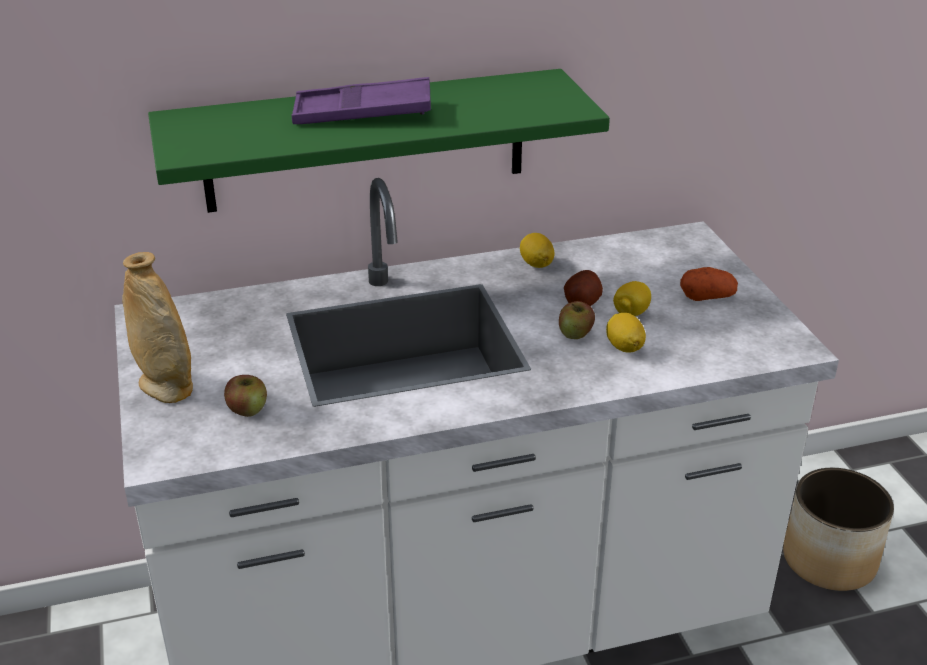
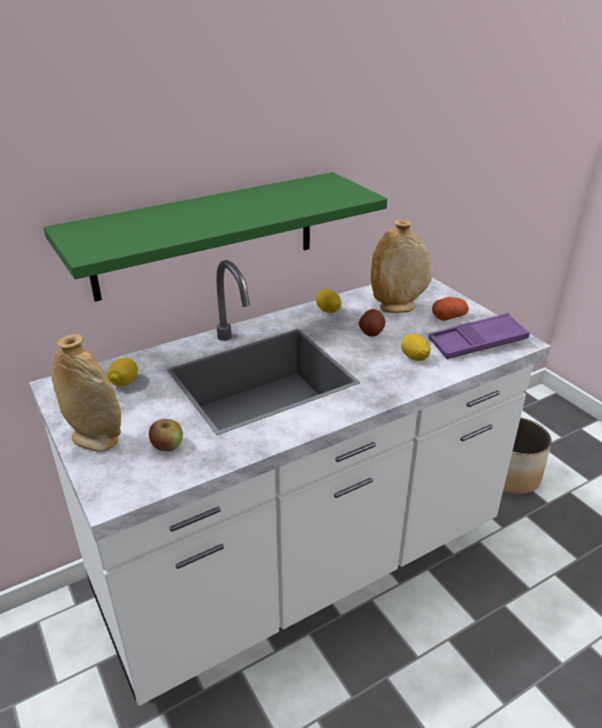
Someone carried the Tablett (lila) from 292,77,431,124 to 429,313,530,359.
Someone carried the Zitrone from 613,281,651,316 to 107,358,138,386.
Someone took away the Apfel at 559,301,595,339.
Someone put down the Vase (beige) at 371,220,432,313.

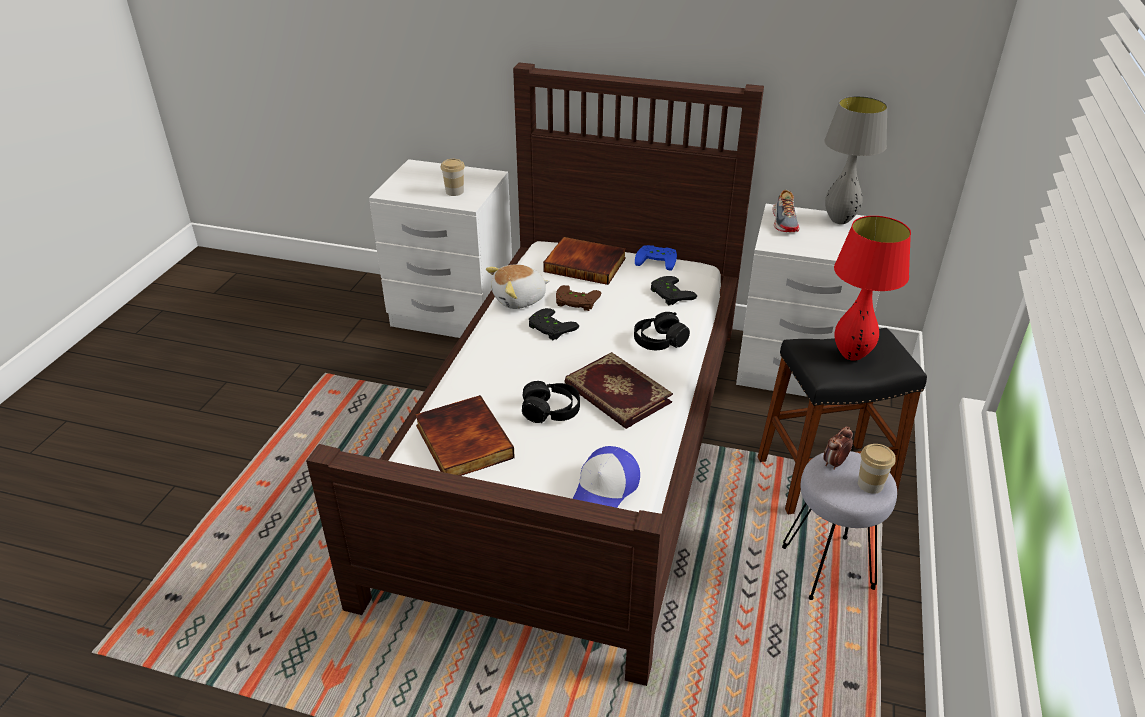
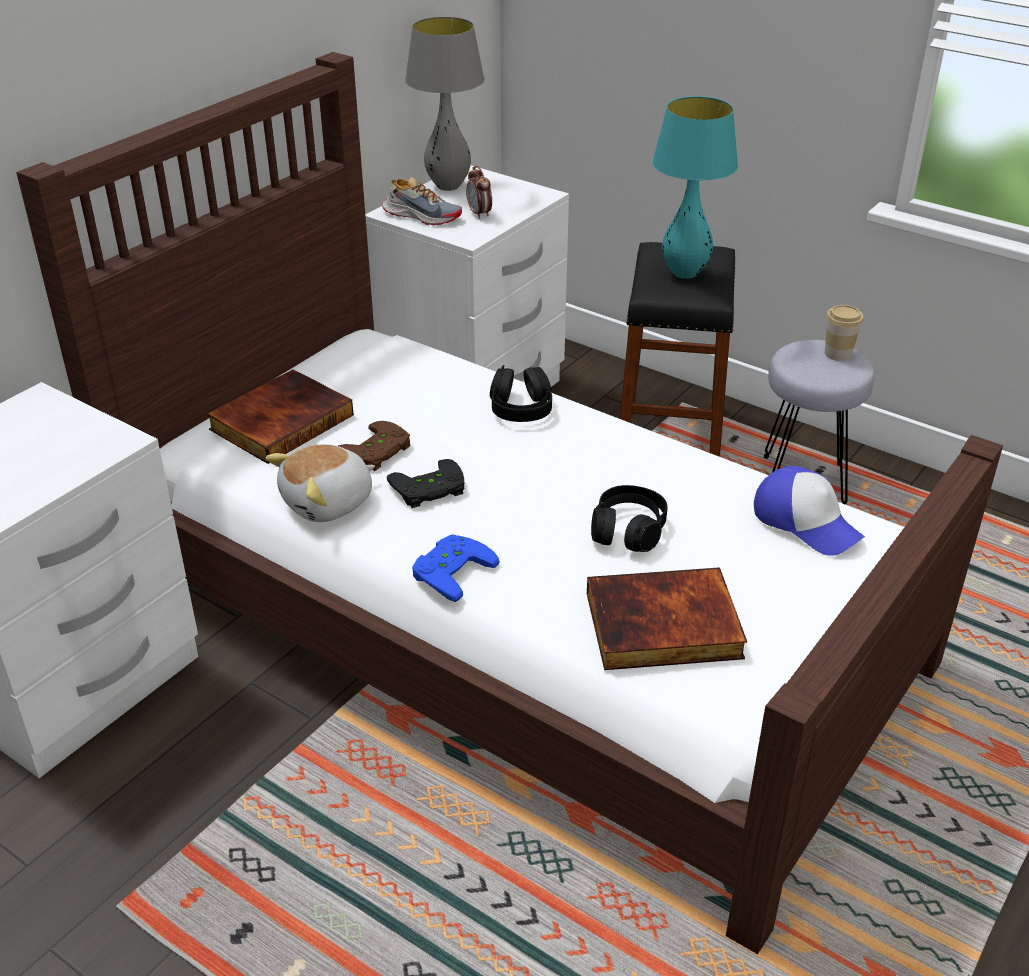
Someone took away the Tasse at 441,159,465,196.
Someone repainted the Tischlampe (rot) at 834,216,911,361, which became the Tischlampe (türkis) at 652,96,738,279.
Someone carried the Gamepad (blau) from 635,245,677,271 to 412,534,500,602.
Someone rotated the Plüschtier at 486,264,549,309 by 60 degrees clockwise.
Someone took away the Gamepad (schwarz) at 651,276,697,305.
Someone took away the Buch at 564,352,673,429.
Someone carried the Wecker from 823,426,853,470 to 466,166,492,219.

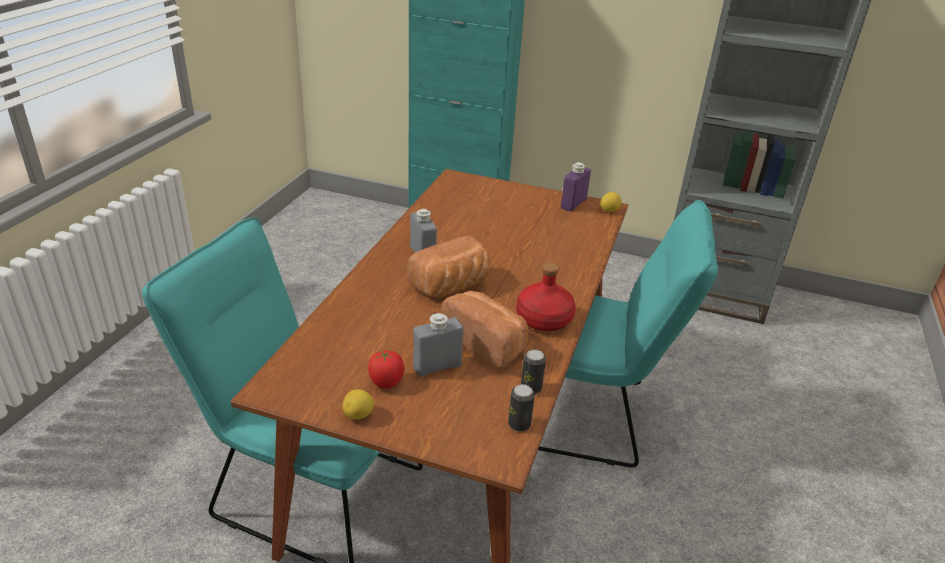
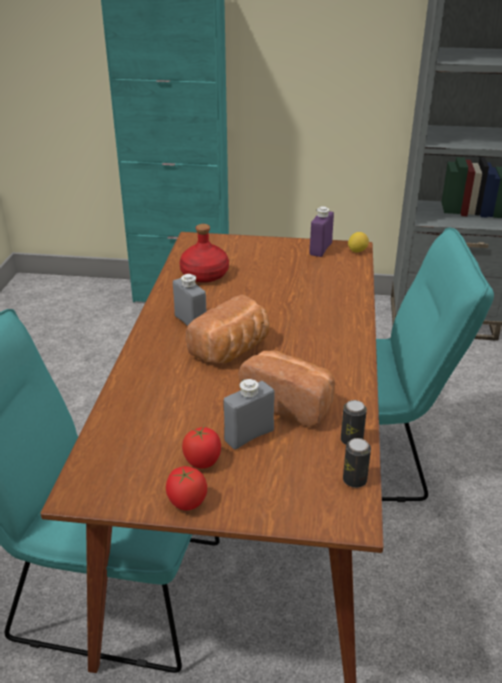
Someone carried the Flasche (rot) from 516,262,576,331 to 179,224,229,283.
Someone swapped the Zitrone at 342,389,374,420 for the Tomate at 166,466,207,510.

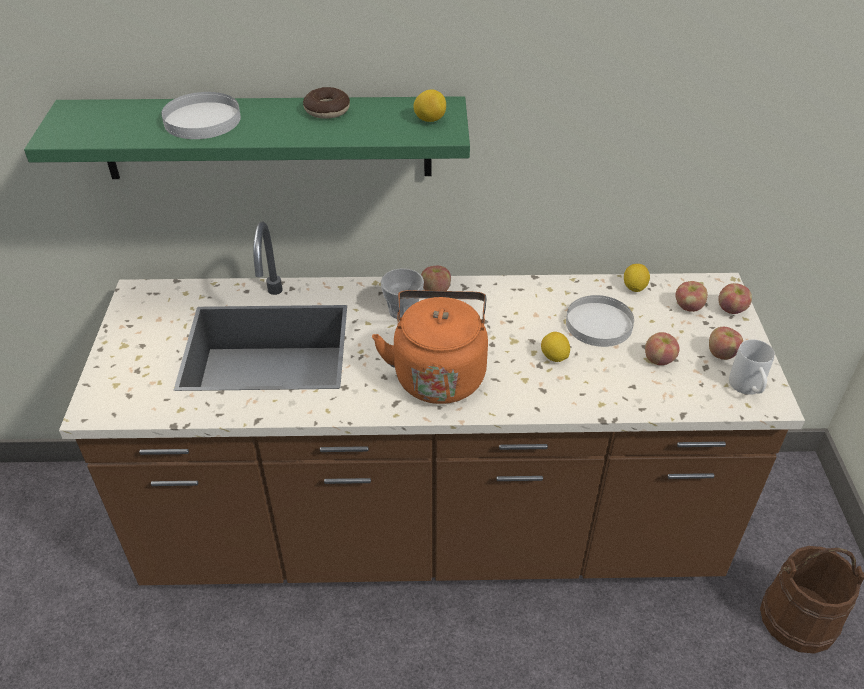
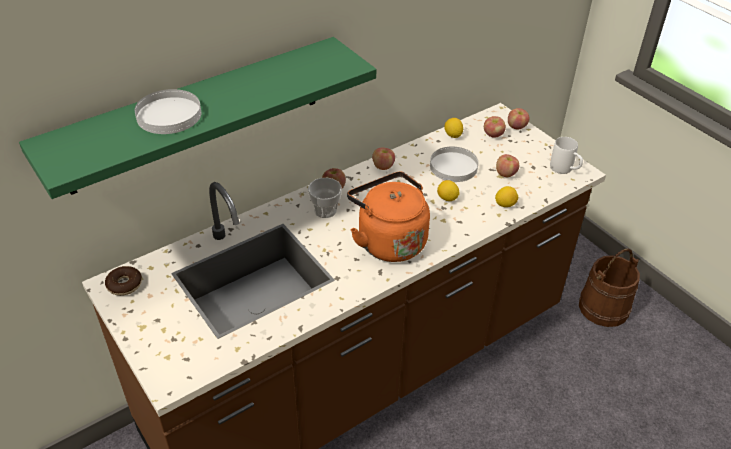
Someone carried the Donut from 303,87,350,119 to 105,266,142,296.
Someone carried the Zitrone from 413,89,446,122 to 495,186,518,207.
Someone carried the Apfel from 709,327,743,360 to 372,148,395,170.

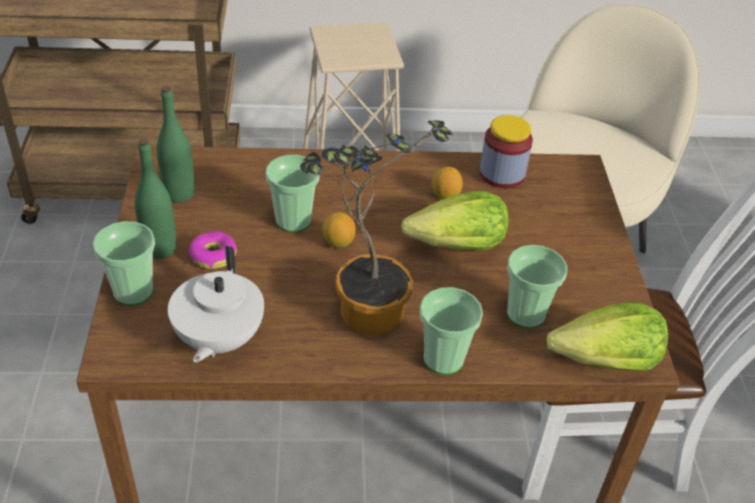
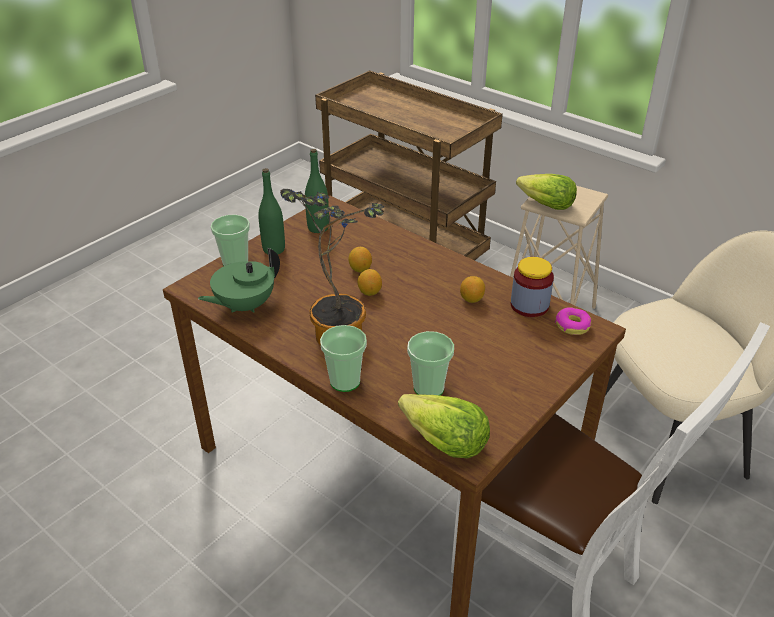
Someone swapped the Tasse at 266,155,320,232 for the Zitrone at 348,247,372,272.
Someone carried the Salatkopf from 401,191,509,251 to 516,174,577,210.
Someone carried the Donut from 189,231,237,269 to 555,307,591,335.
Someone repainted the Teekanne (weiß) at 168,246,264,363, which became the Teekanne (grün) at 198,248,280,313.

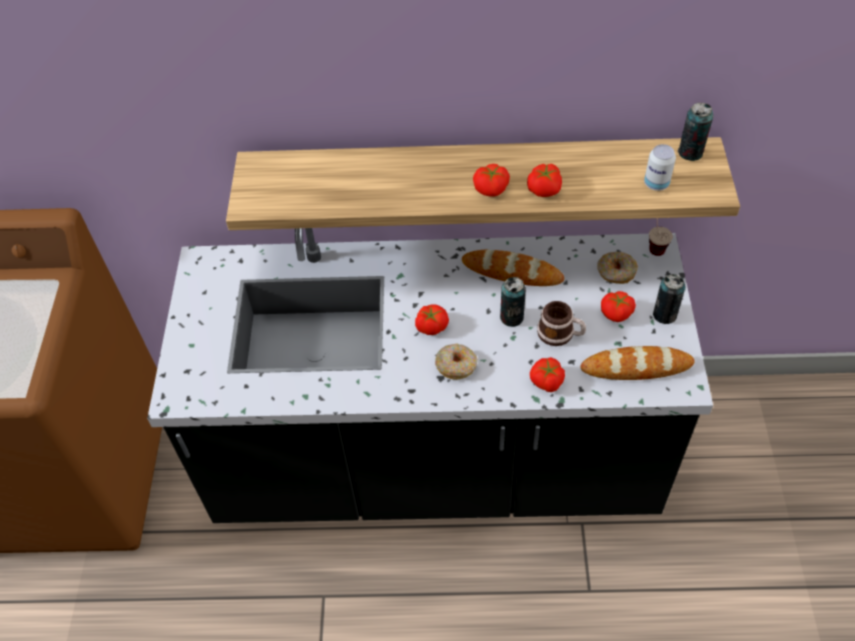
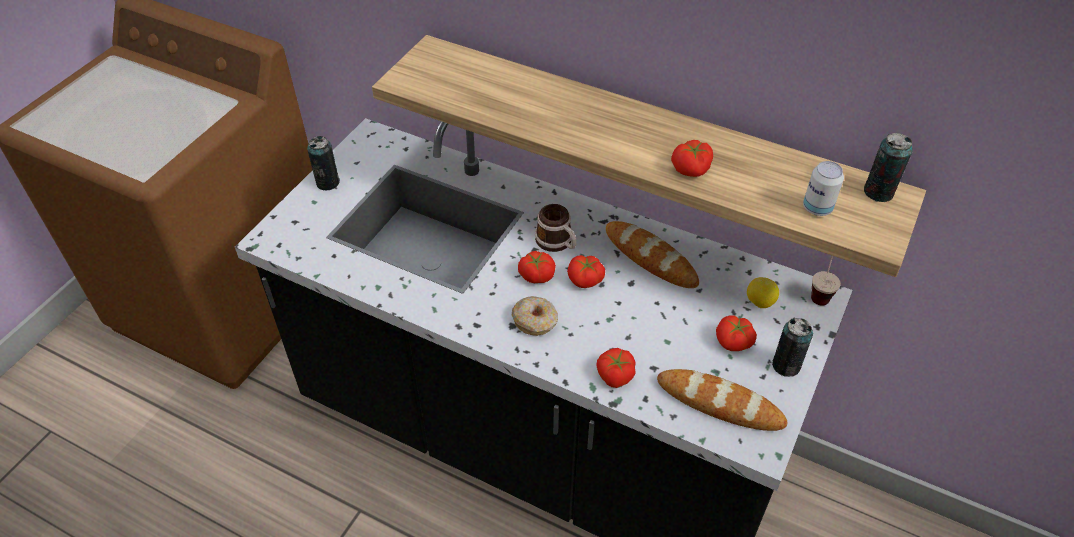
Someone carried the Tomate from 473,164,510,197 to 567,255,605,288.
Someone swapped the Donut at 598,252,638,284 for the Zitrone at 747,277,779,308.
Someone carried the Dose from 500,277,526,327 to 307,136,340,191.
Someone carried the Henkelbecher from 537,301,586,346 to 535,204,576,252.

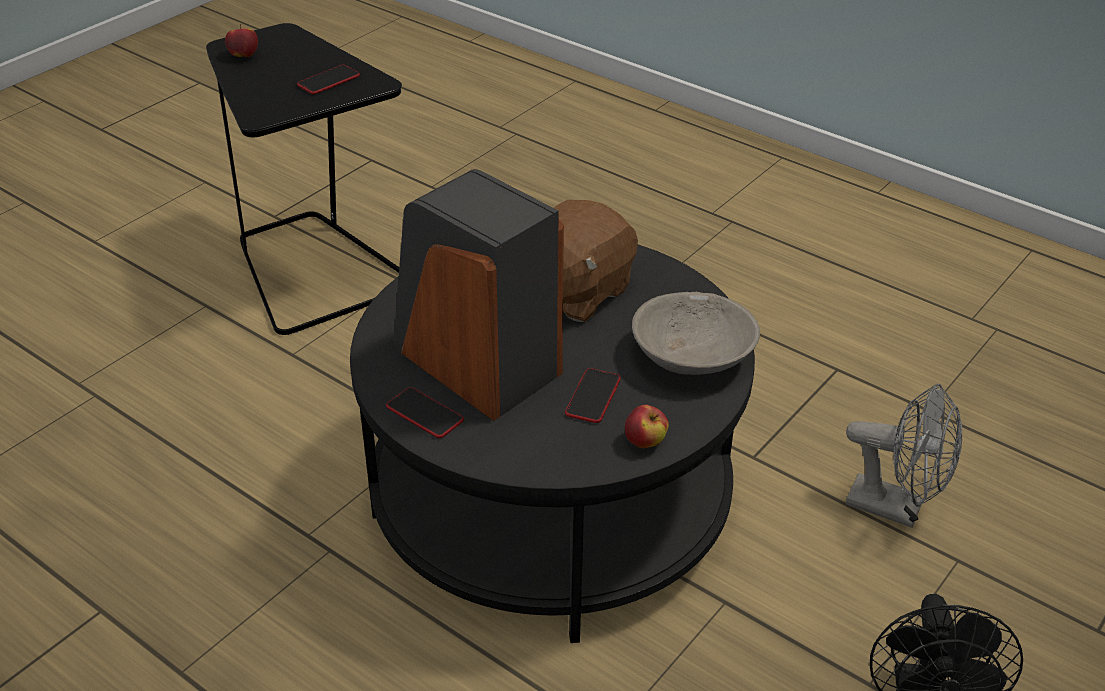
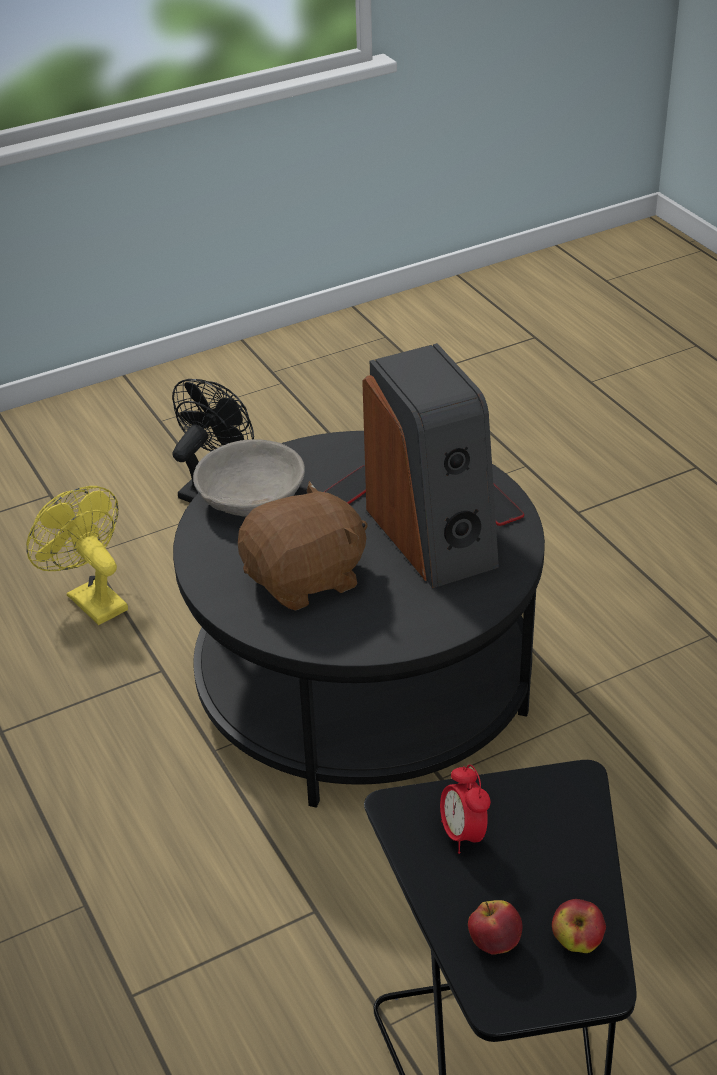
Someone swapped the Handy at 297,65,360,94 for the Wecker at 440,764,491,854.
Someone repainted the Ventilator (grau) at 846,383,962,528, which became the Ventilator (gelb) at 26,486,128,625.
Someone carried the Apfel from 625,405,669,448 to 468,900,522,955.

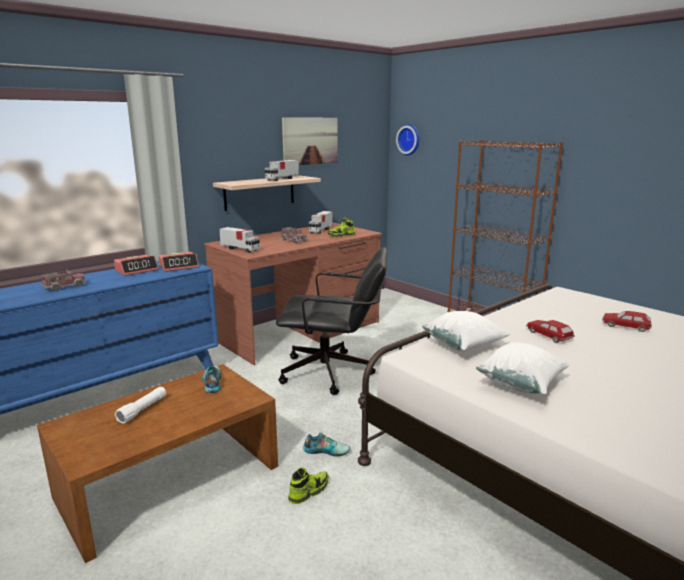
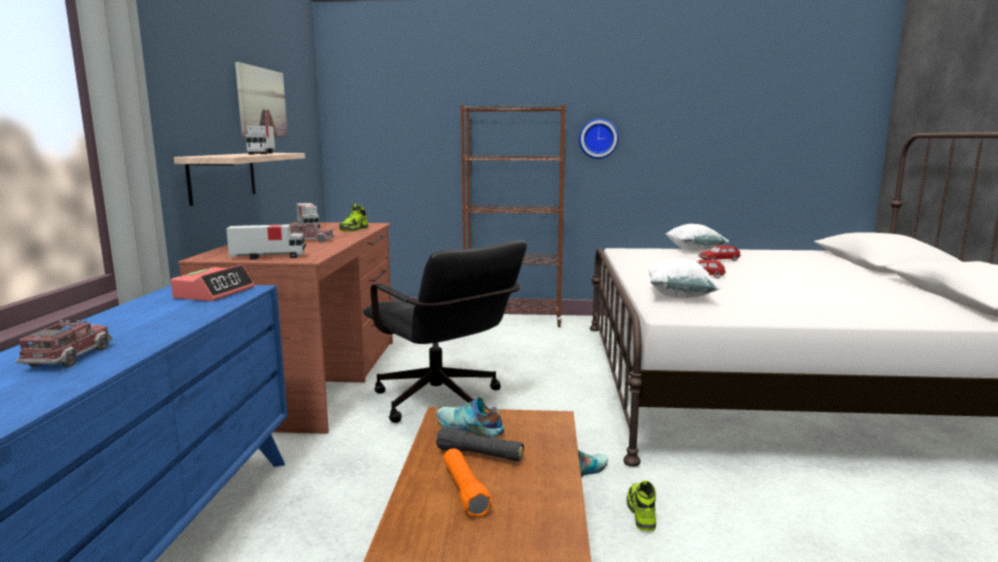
Someone carried the Wanduhr from 396,124,420,155 to 579,118,619,159.
Someone rotated the Bürostuhl (schwarz) at 276,247,388,395 by 90 degrees clockwise.
Someone took away the Wecker at 114,254,159,276.
Someone carried the Kissen (weiß) from 476,342,570,394 to 666,224,729,251.
Someone repainted the Taschenlampe (weiß) at 115,387,166,424, which became the Taschenlampe (orange) at 444,448,492,517.
Someone put down the Taschenlampe (schwarz) at 436,426,524,461.

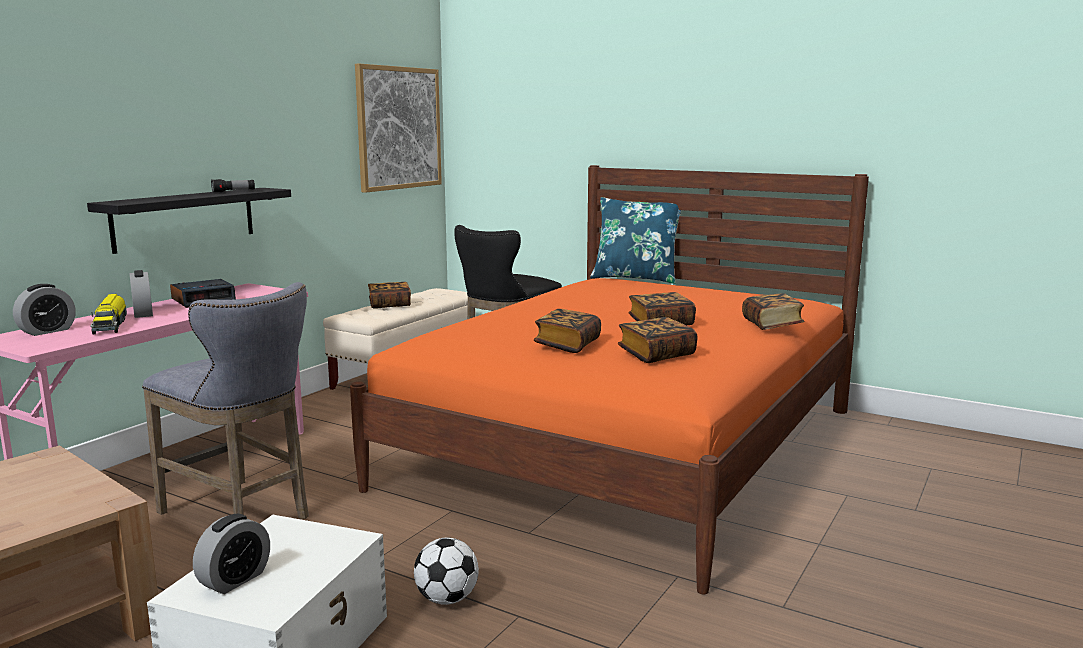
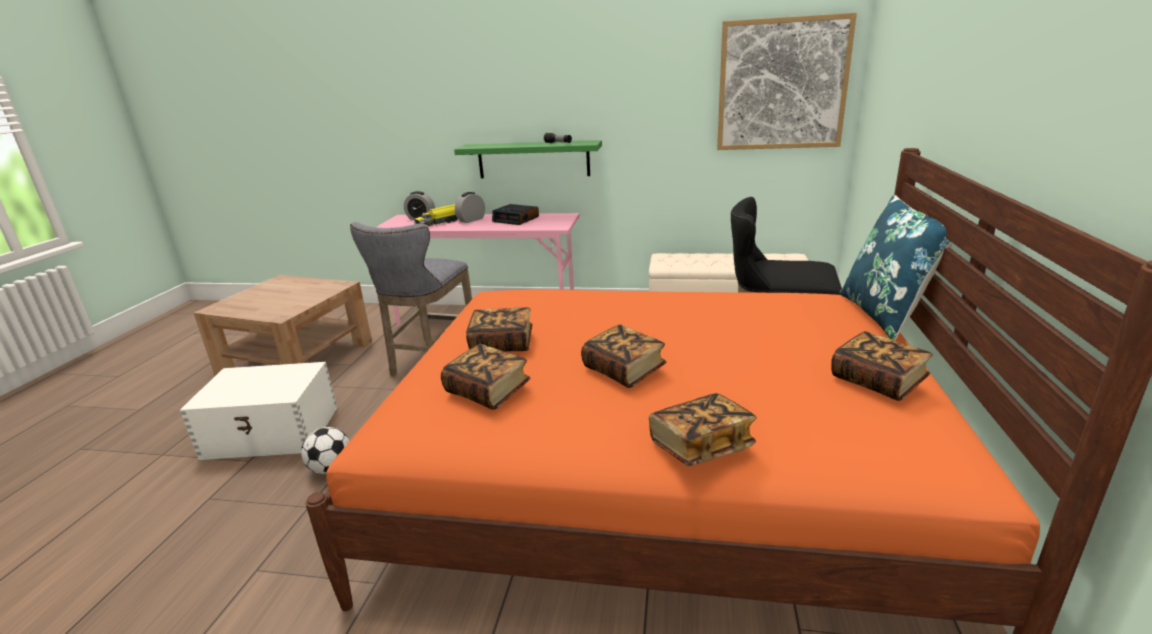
Someone repainted the Wandregal (schwarz) at 87,188,291,254, which became the Wandregal (grün) at 454,140,602,178.
Someone carried the Buch from 368,282,411,309 to 831,331,933,401.
Someone took away the Wecker at 193,513,270,594.

